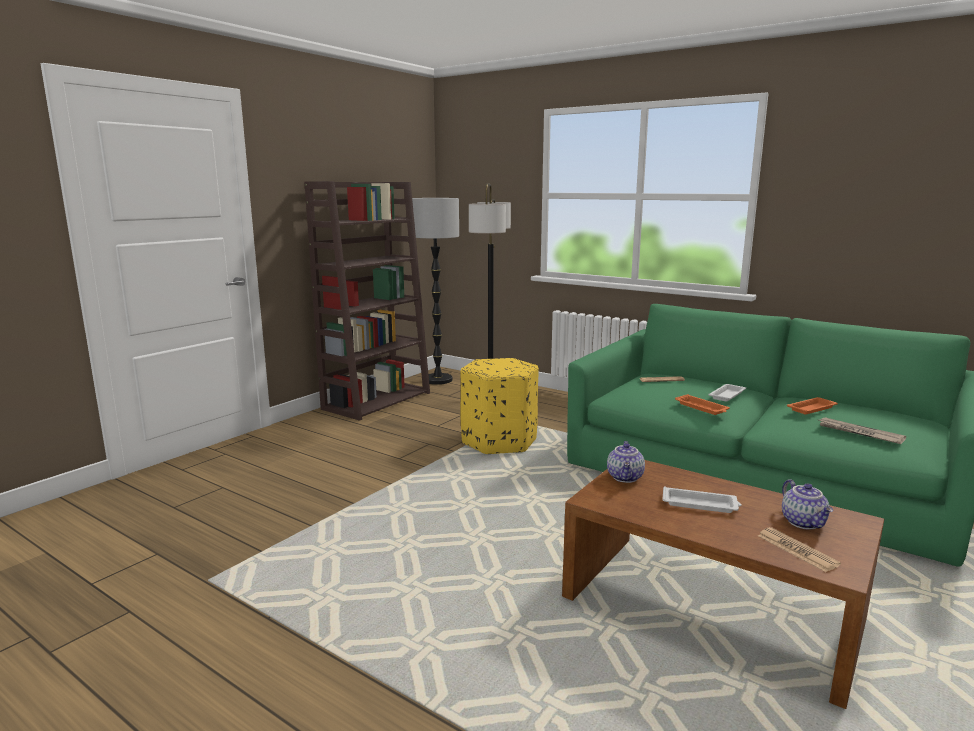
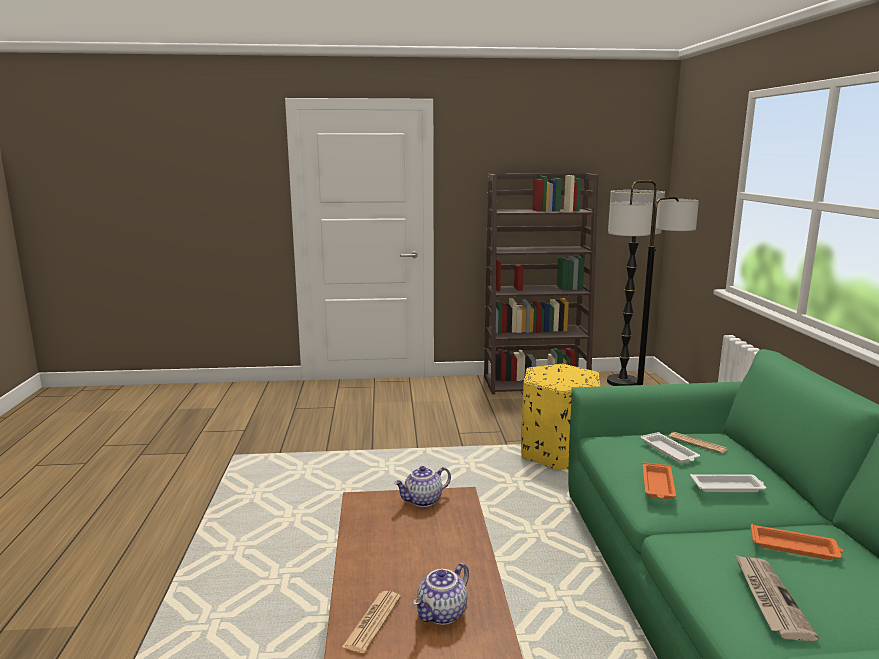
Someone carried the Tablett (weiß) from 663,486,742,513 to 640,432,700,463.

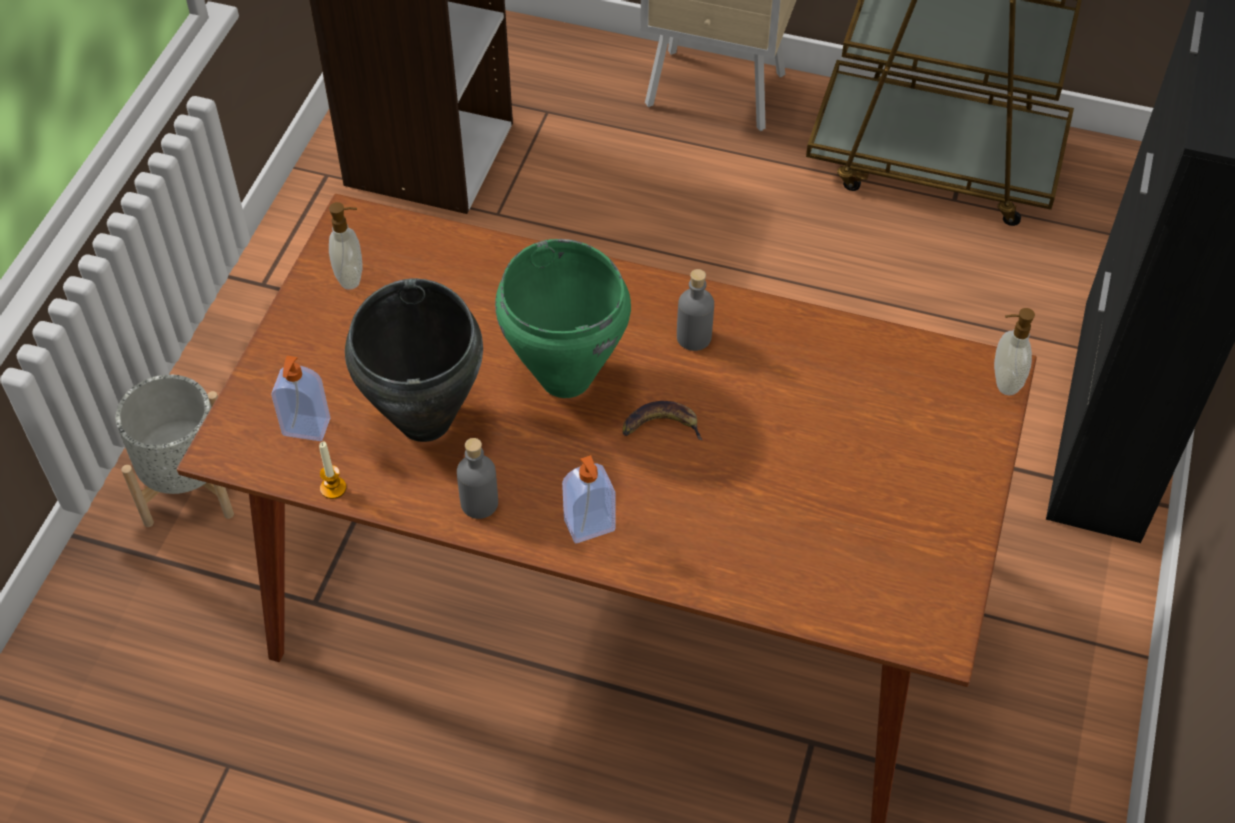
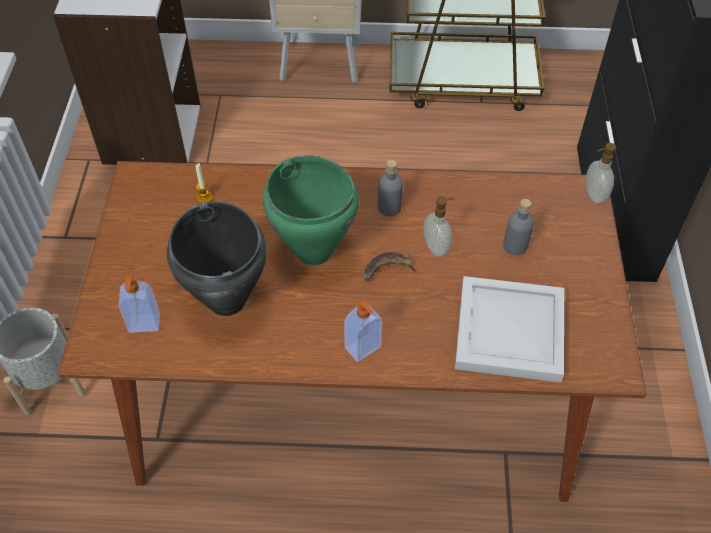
Someone carried the Seifenspender from 329,202,363,290 to 424,196,455,257.
Someone carried the Flasche (grau) from 457,438,498,519 to 503,199,534,255.
Someone carried the Kerze from 319,441,346,499 to 196,163,213,203.
Someone put down the Tablett (weiß) at 455,276,564,383.

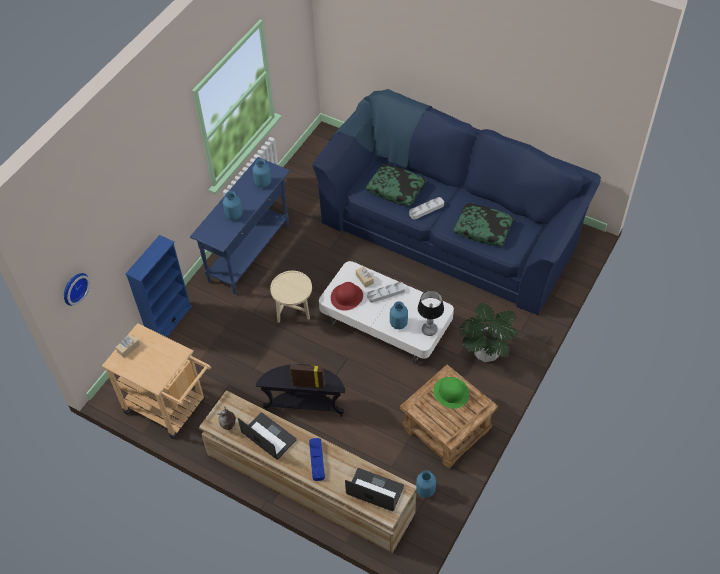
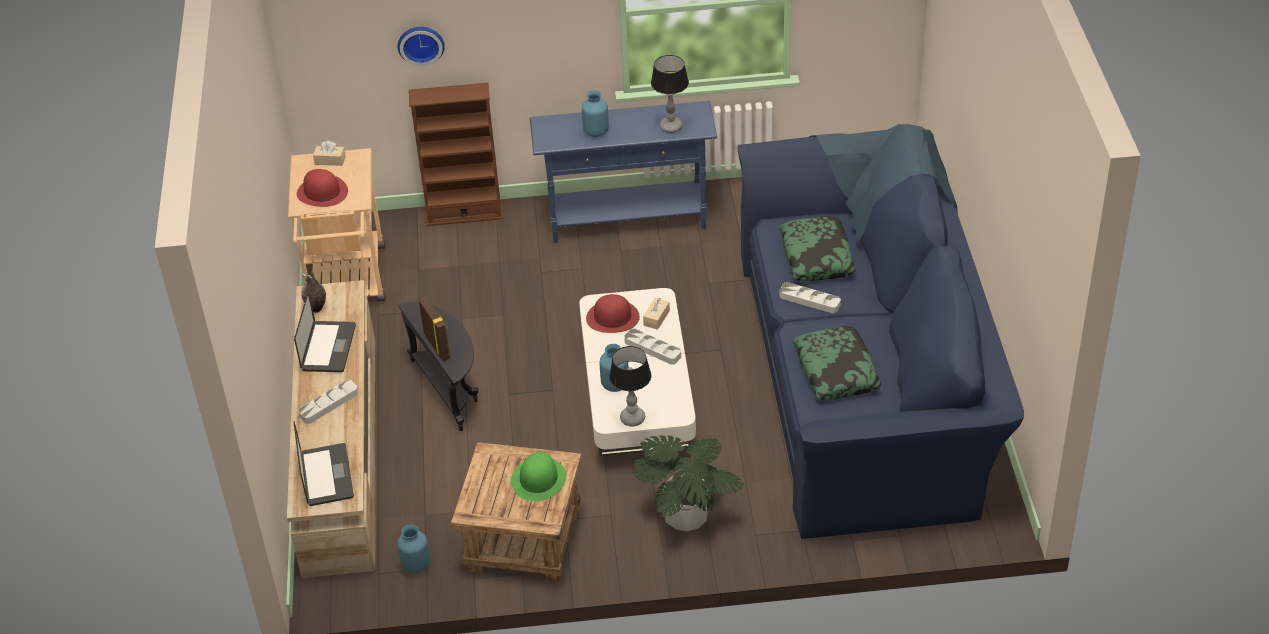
Someone swapped the Vase (blau) at 253,159,271,187 for the Tischlampe at 651,55,689,133.
Someone repainted the Bücherregal (blau) at 125,235,192,337, which became the Bücherregal (braun) at 409,83,503,226.
Someone took away the Beistelltisch (beige) at 270,271,312,323.
Someone carried the Wanduhr from 64,273,90,306 to 397,27,445,66.
Someone repainted the Tablett (blau) at 309,438,325,481, which became the Tablett (grau) at 298,380,358,424.
Someone put down the Hut (rot) at 297,169,348,207.

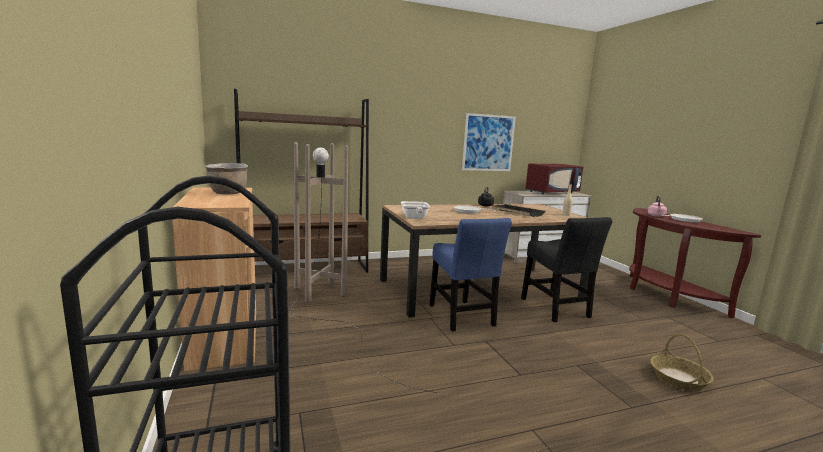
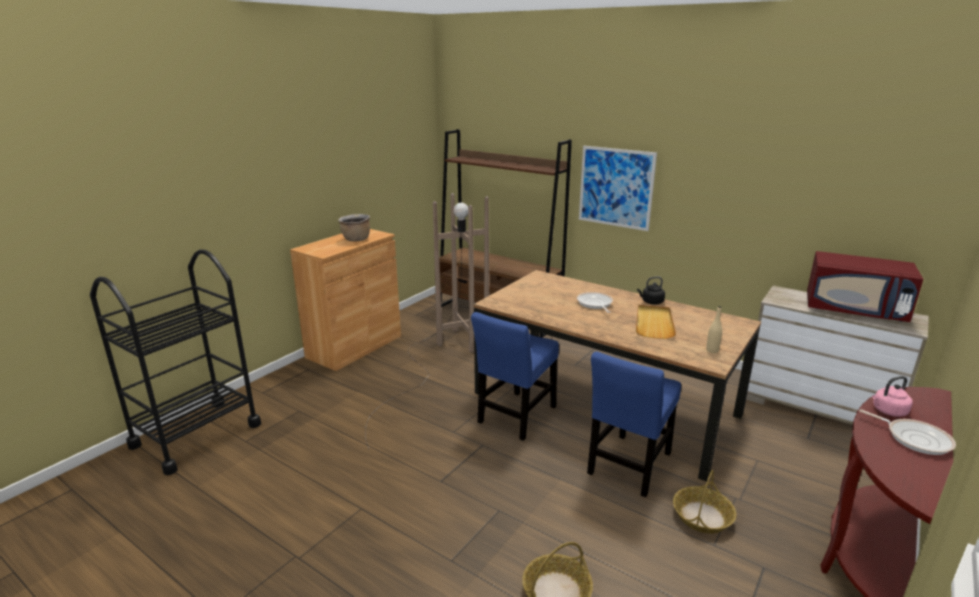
Someone carried the Bild from 462,113,516,171 to 579,146,657,231.
Someone took away the Pfanne at 401,201,430,219.
Someone repainted the Tablett (schwarz) at 492,204,545,217, which became the Tablett (beige) at 636,305,676,339.
Someone repainted the Stuhl (schwarz) at 521,217,612,322, which became the Stuhl (blau) at 587,352,681,497.
Someone put down the Korb at 673,470,737,533.

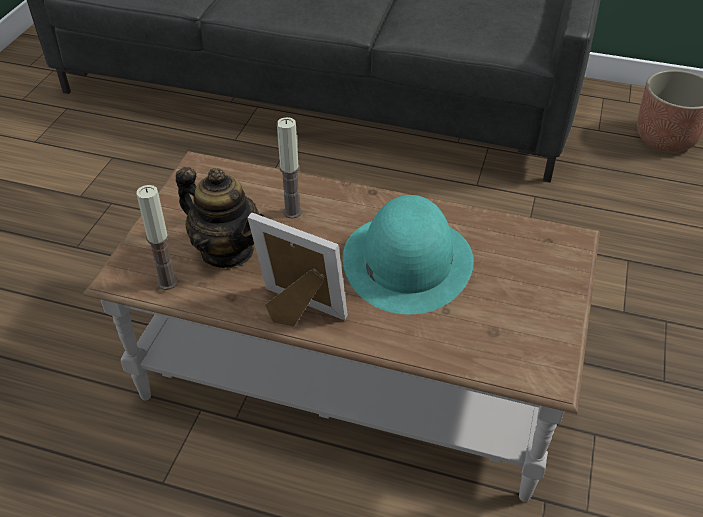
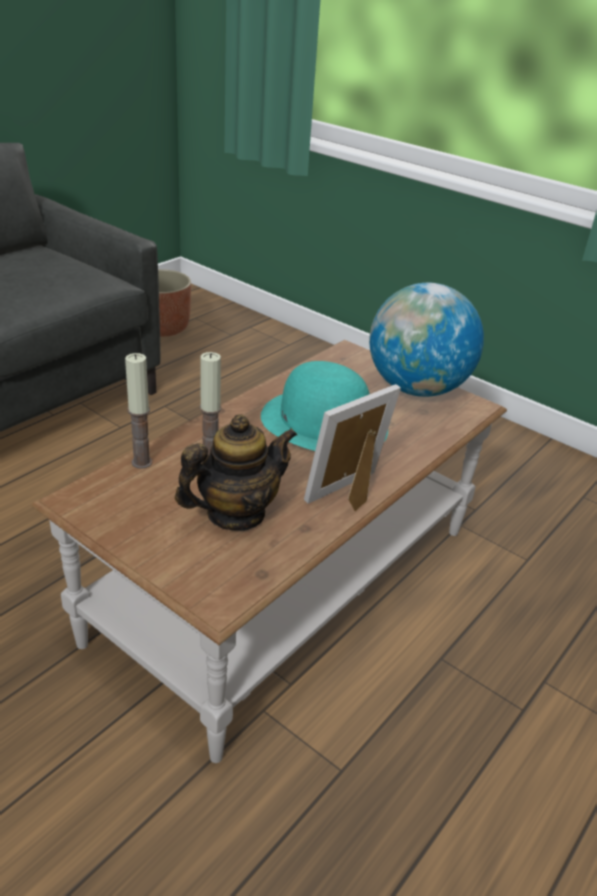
Someone carried the Kerze from 136,185,178,290 to 125,353,152,469.
Someone put down the Globus at 369,283,484,397.

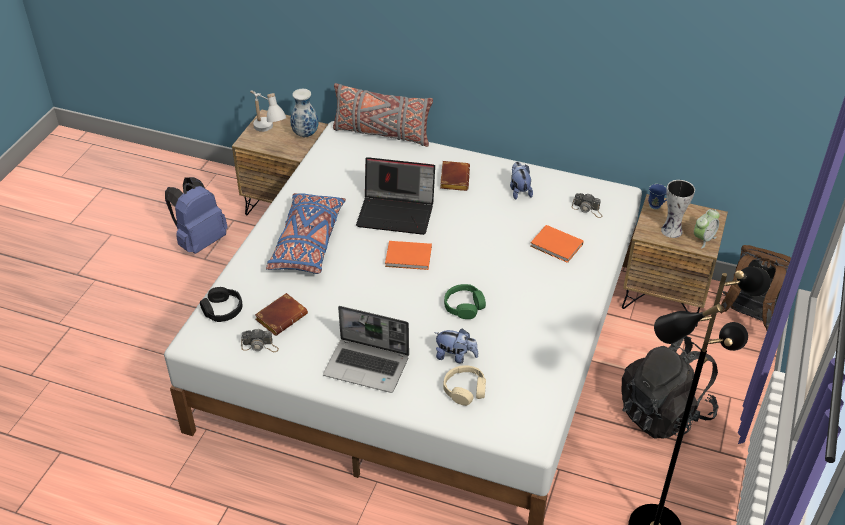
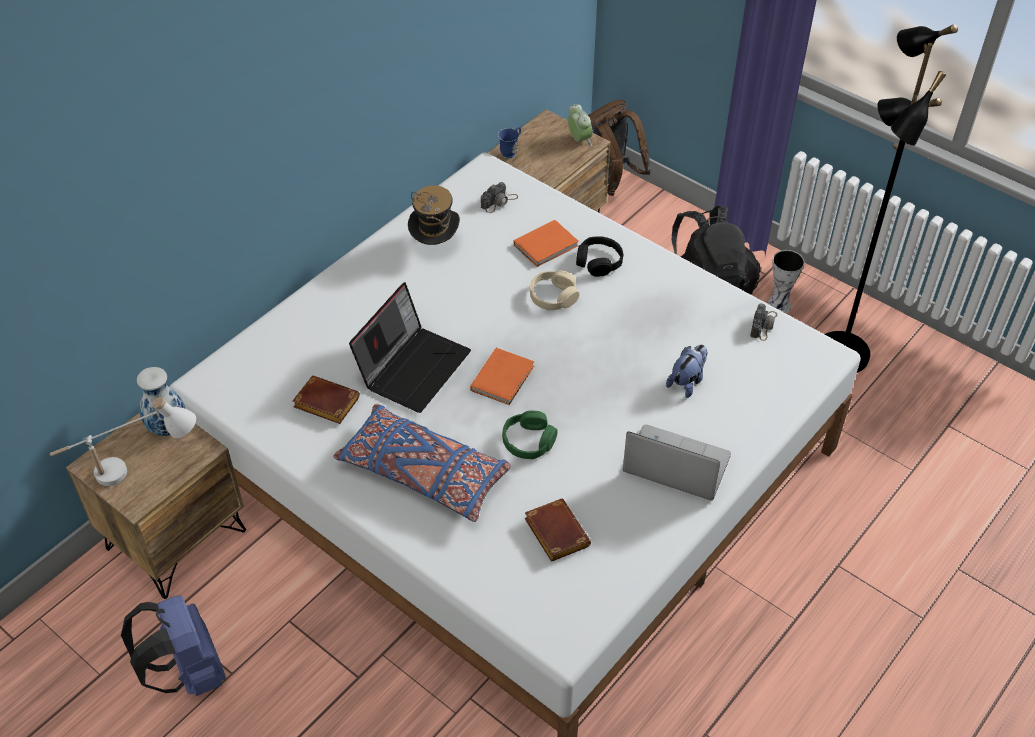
Someone took away the Kissen (grau) at 333,83,433,147.
Someone carried the Buch (braun) from 440,161,470,191 to 293,376,360,424.
Someone swapped the Plüschtier at 510,162,533,200 for the Hut at 408,185,460,245.
Someone carried the Vase from 661,180,695,238 to 767,250,805,313.
Someone carried the Kopfhörer (grün) from 444,284,486,319 to 502,411,558,459.
Someone carried the Kopfhörer (schwarz) from 200,287,242,322 to 576,236,623,277.
Someone rotated the Laptop at 323,306,409,393 by 105 degrees counterclockwise.
Someone carried the Kamera from 241,329,279,352 to 750,303,777,341.
Someone carried the Kopfhörer (beige) from 443,365,486,406 to 530,270,579,311.

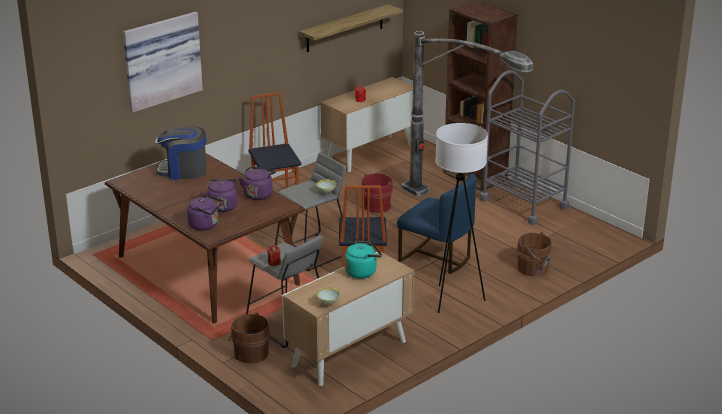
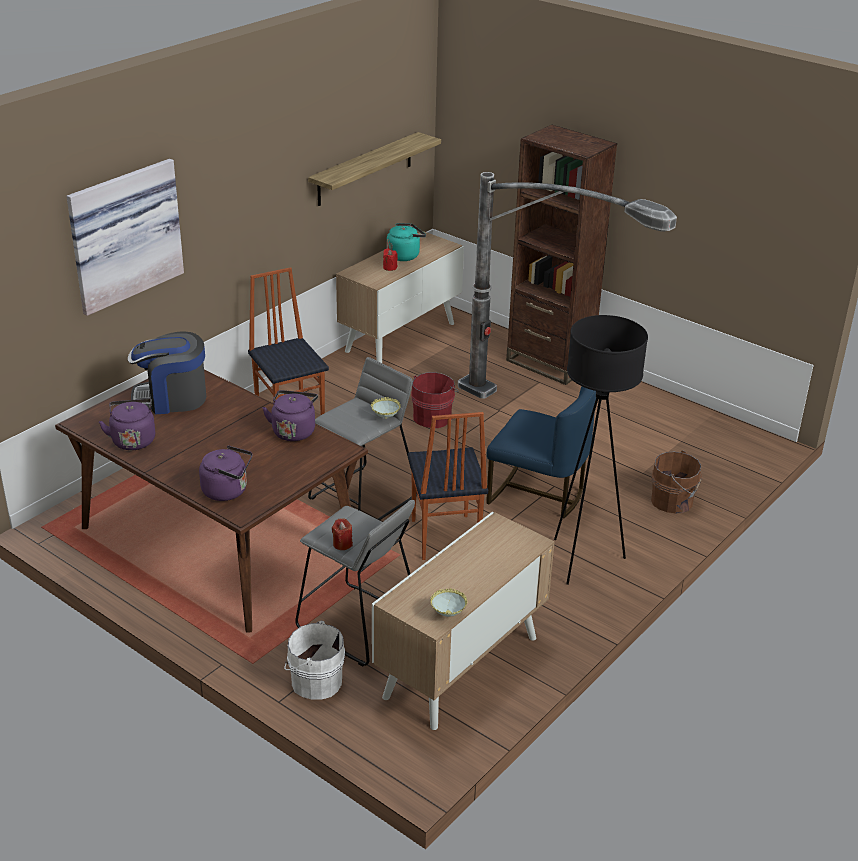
Someone took away the Rollwagen (grau) at 480,70,575,225.
Someone repainted the Stehlampe (weiß) at 435,123,488,313, which became the Stehlampe (schwarz) at 554,315,648,585.
Someone carried the Wasserkessel (lila) from 200,179,237,212 to 99,399,155,450.
Someone carried the Wasserkessel (türkis) from 345,241,382,279 to 387,223,426,261.
Someone repainted the Eimer (braun) at 229,312,270,364, which became the Eimer (weiß) at 284,621,345,700.

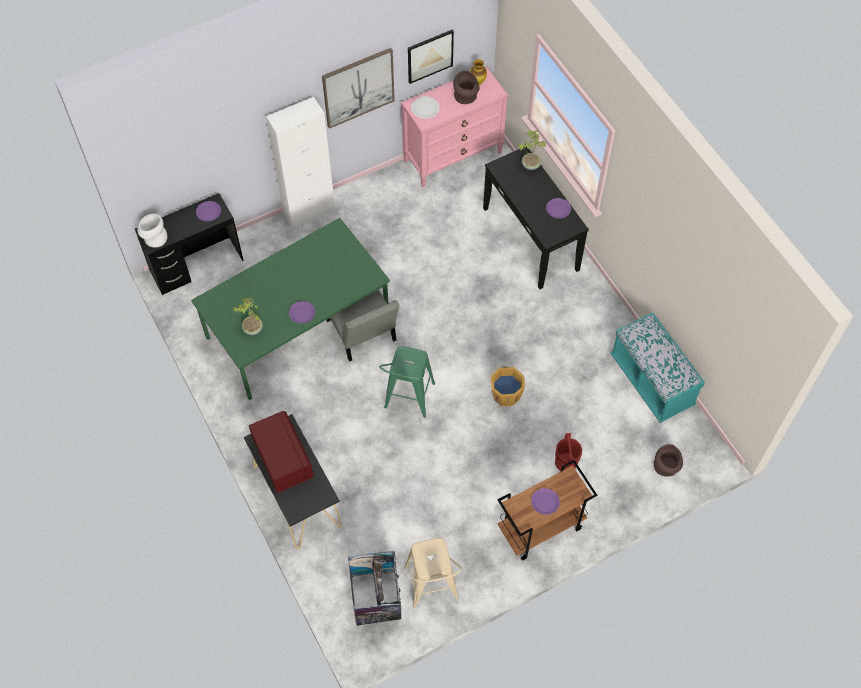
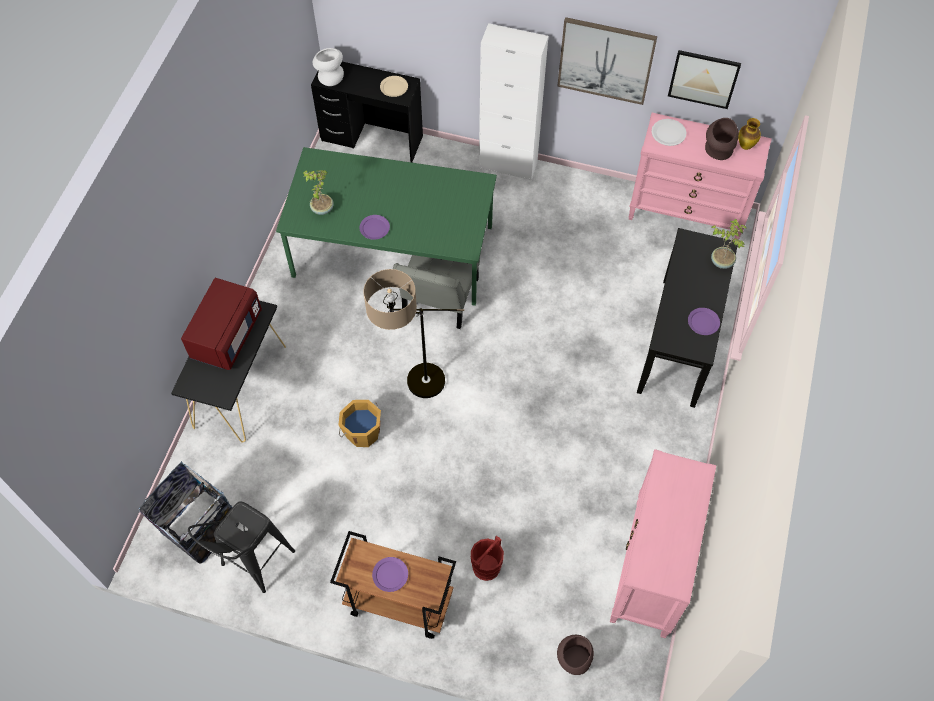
Someone repainted the Teller (lila) at 196,201,221,222, which became the Teller (beige) at 380,76,408,97.
Someone swapped the Bank (türkis) at 610,312,705,423 for the Kommode (rosa) at 610,449,716,638.
Someone swapped the Hocker (grün) at 379,346,435,417 for the Stehlampe at 363,269,464,398.
Someone carried the Eimer (orange) from 491,367,525,406 to 339,400,381,447.
Someone repainted the Hocker (beige) at 404,538,462,608, which became the Hocker (schwarz) at 188,501,295,593.

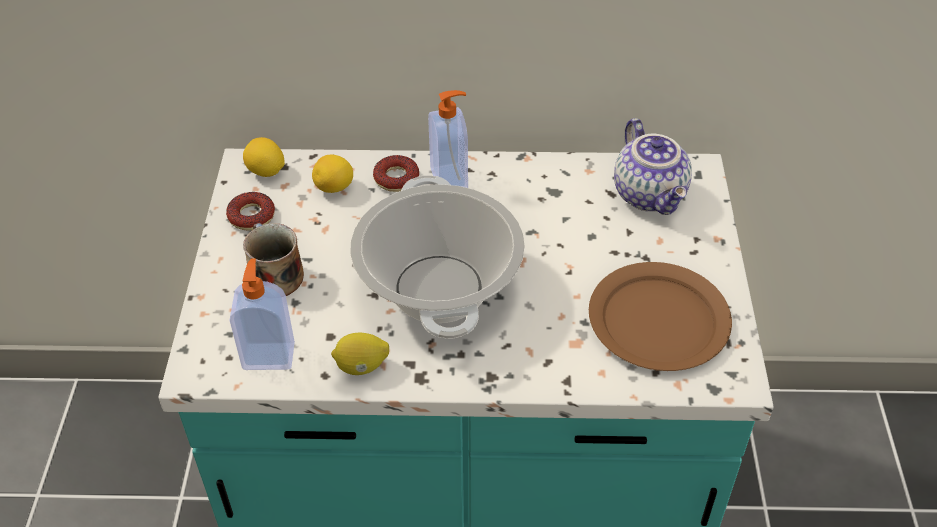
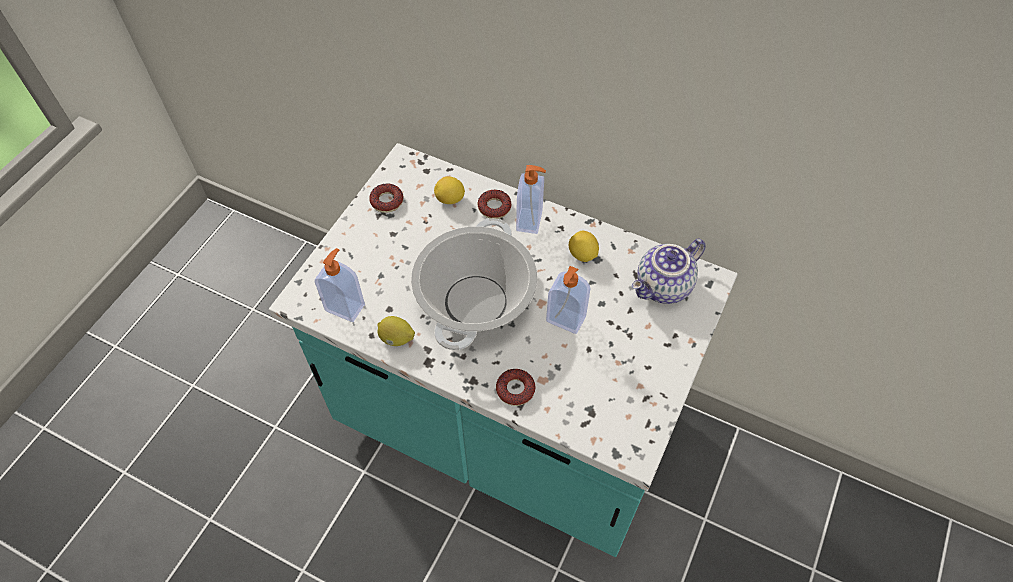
Someone rotated the Teekanne at 614,118,692,215 by 45 degrees clockwise.
Someone carried the Zitrone from 243,137,285,177 to 569,231,599,262.
Someone took away the Henkelbecher at 243,223,304,296.
Someone took away the Teller (braun) at 589,262,732,371.
Someone put down the Seifenspender at 546,266,591,334.
Someone put down the Donut at 496,369,535,406.

